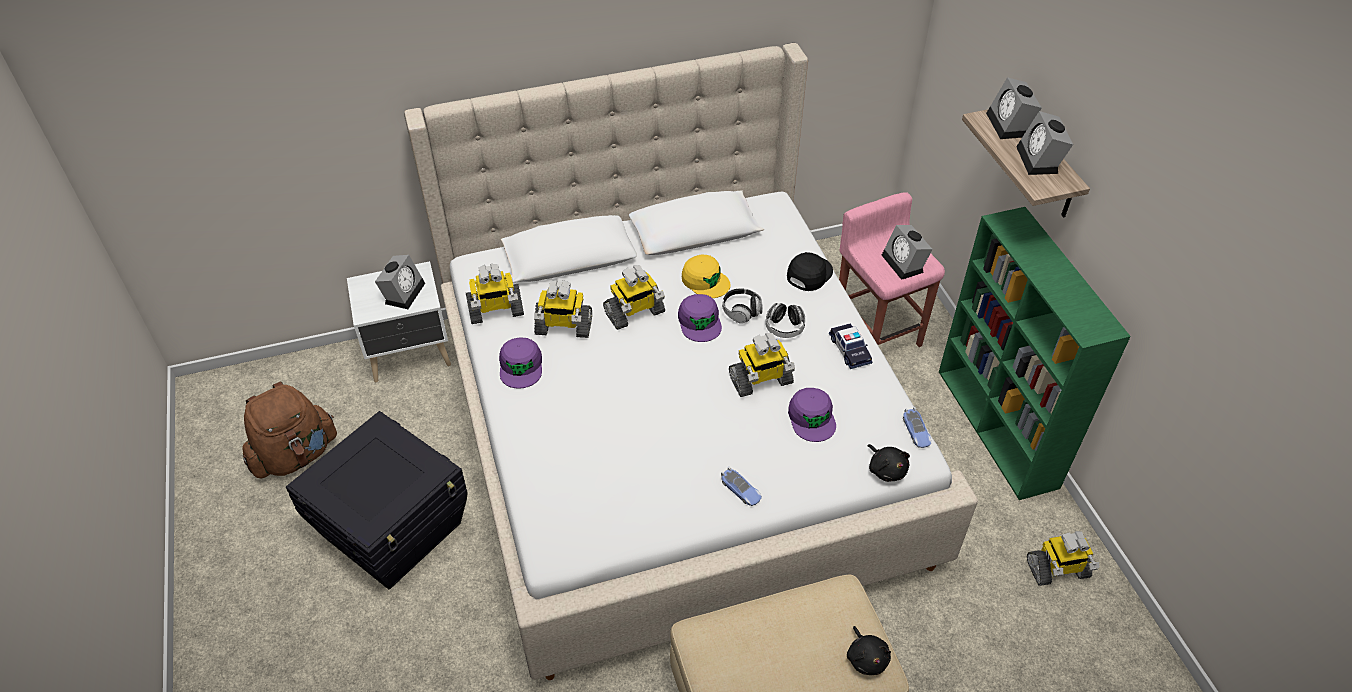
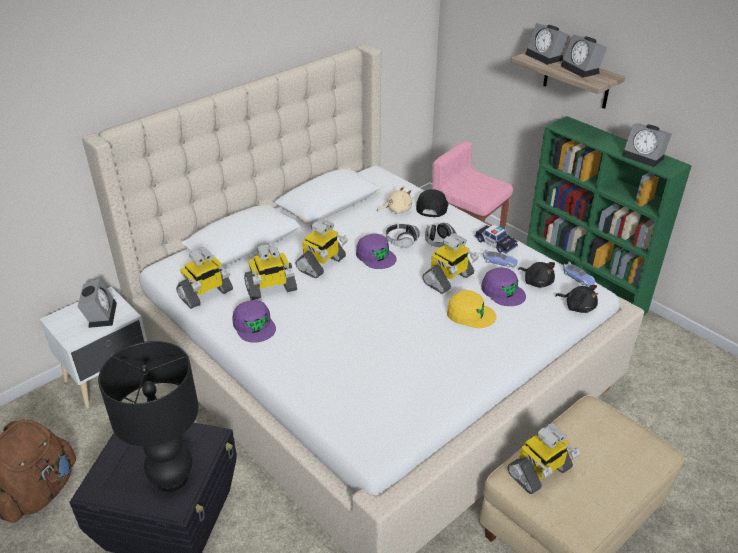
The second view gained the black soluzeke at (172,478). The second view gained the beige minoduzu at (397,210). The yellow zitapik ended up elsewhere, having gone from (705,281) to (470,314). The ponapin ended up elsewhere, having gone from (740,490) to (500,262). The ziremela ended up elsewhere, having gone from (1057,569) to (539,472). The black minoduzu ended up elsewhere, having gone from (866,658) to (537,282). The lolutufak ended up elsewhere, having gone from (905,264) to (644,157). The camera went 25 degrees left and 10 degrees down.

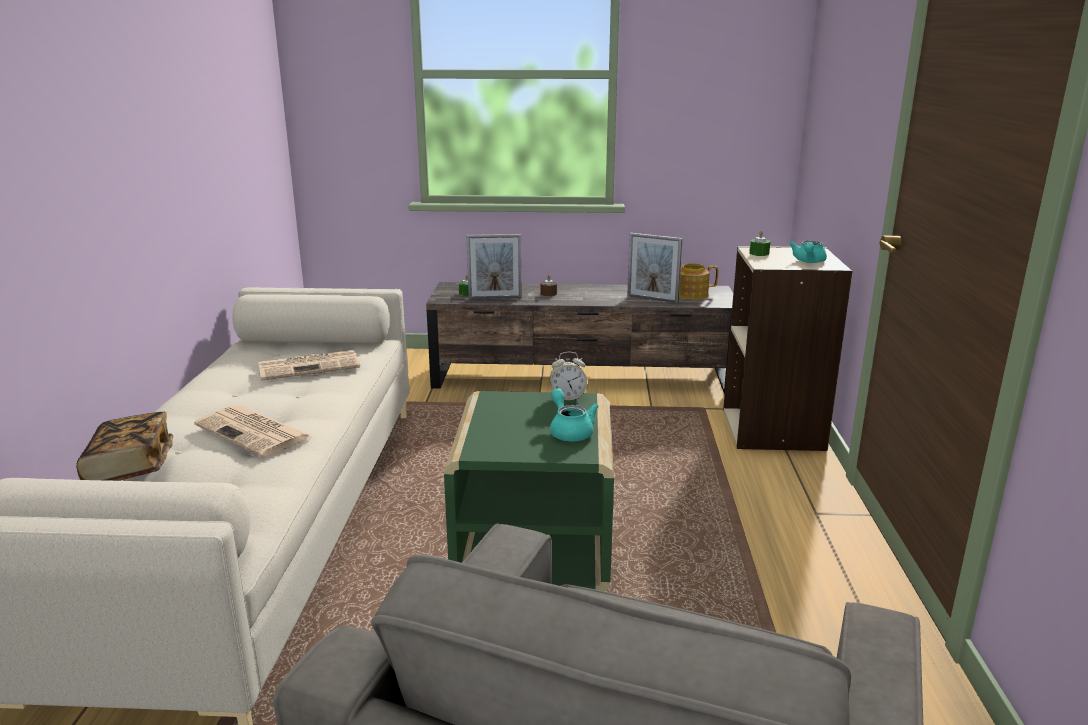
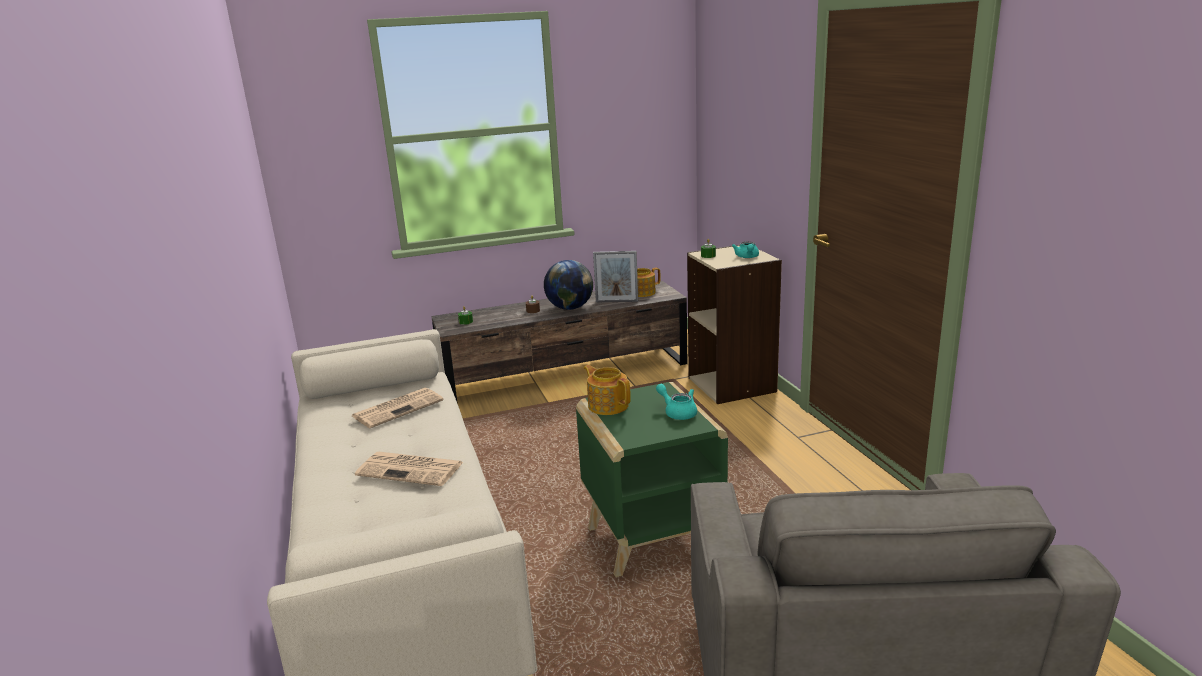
The second view gained the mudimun at (569,308). The second view gained the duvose at (608,405). The second view lost the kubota at (130,468). The second view lost the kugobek at (495,298). The second view lost the lolutufak at (567,397). The camera went 20 degrees left and 0 degrees up.

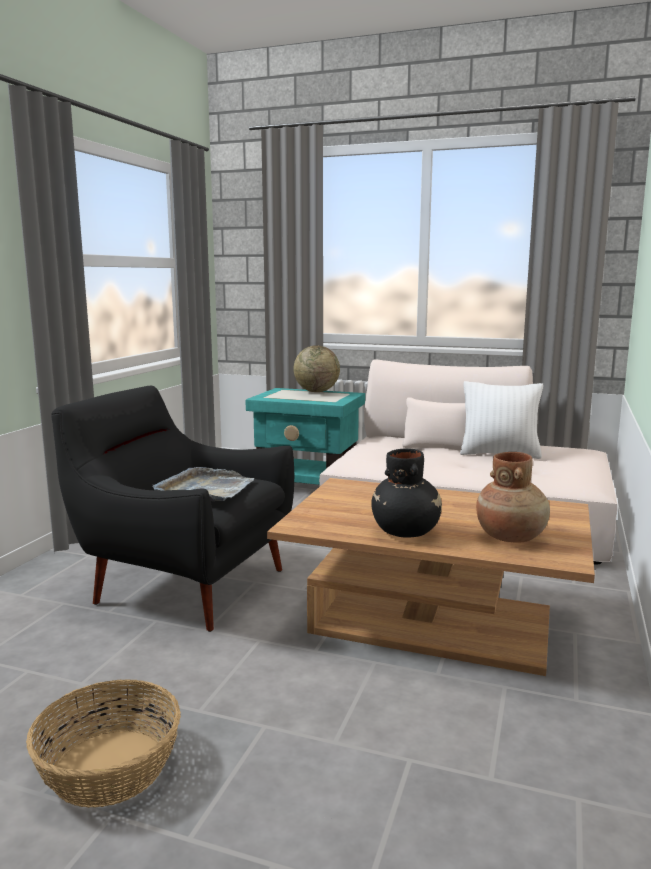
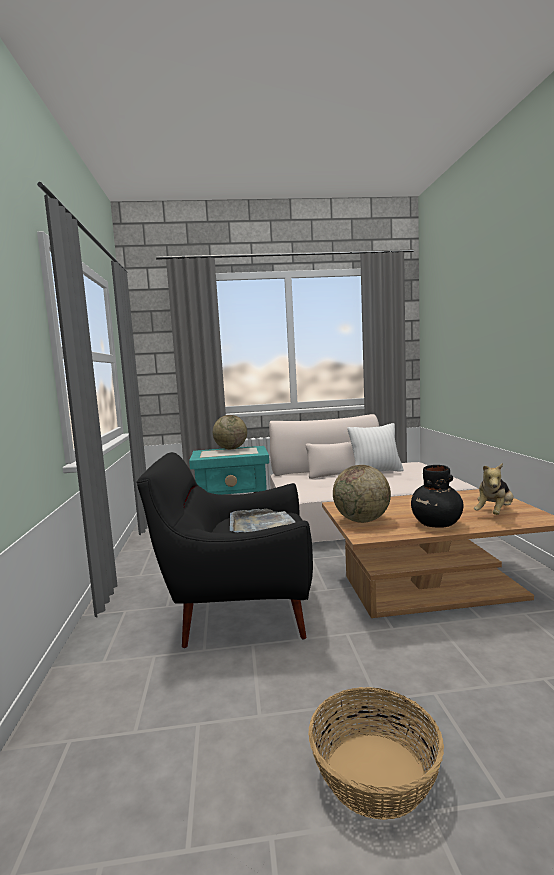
The second view gained the mudimun at (362,520). Where the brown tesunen stood at (511,537), the minoduzu came to stand at (494,513). The camera went 25 degrees left and 5 degrees down.

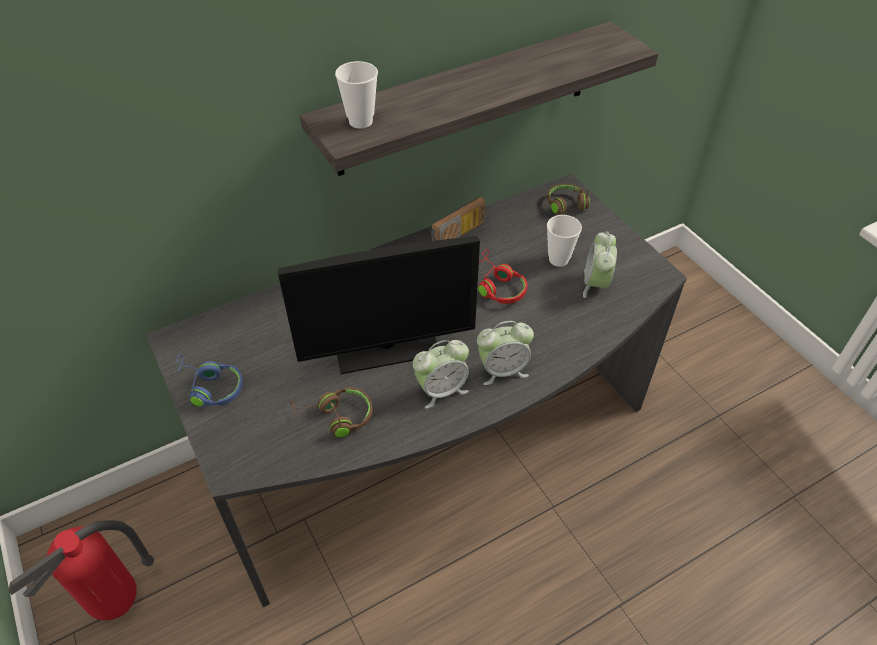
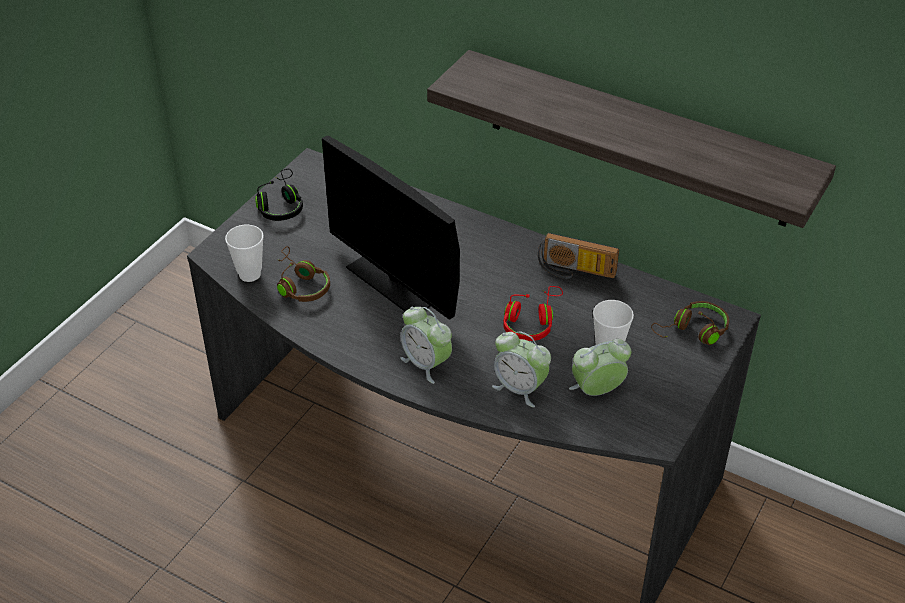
The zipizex ended up elsewhere, having gone from (360,121) to (250,274). What was the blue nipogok at (210,387) turned into the black nipogok at (280,205). The lolutufak ended up elsewhere, having gone from (441,390) to (520,388). The second view lost the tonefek at (118,604). The camera went 60 degrees right and 5 degrees down.

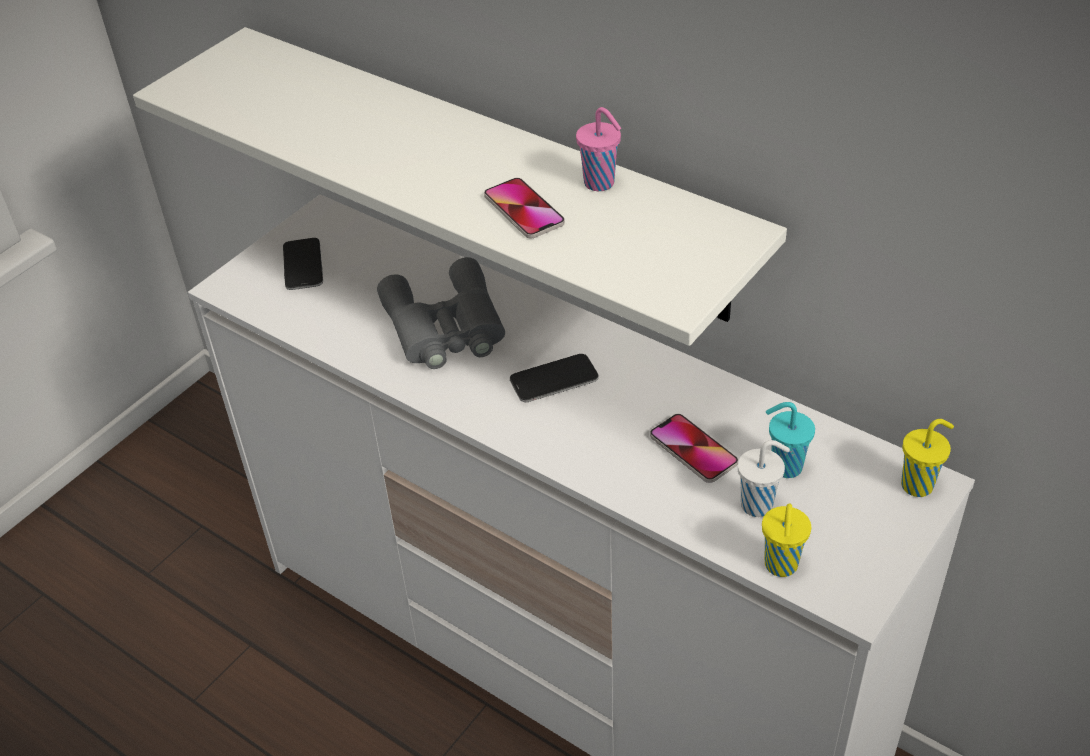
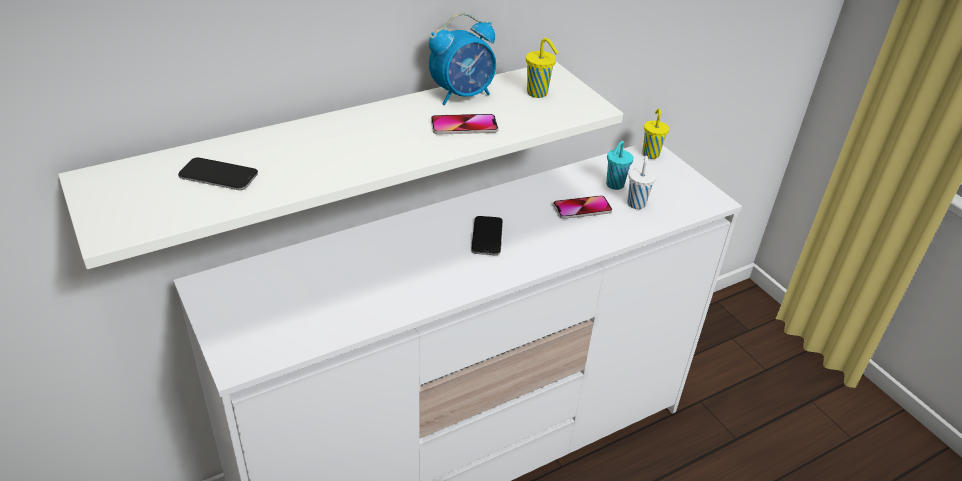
The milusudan ended up elsewhere, having gone from (303,265) to (218,175). Where the pink zipizex stood at (601,184), the lolutufak came to stand at (462,95). The yellow zipizex ended up elsewhere, having gone from (781,566) to (538,93). The second view lost the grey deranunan at (445,328). The camera went 70 degrees left and 5 degrees down.

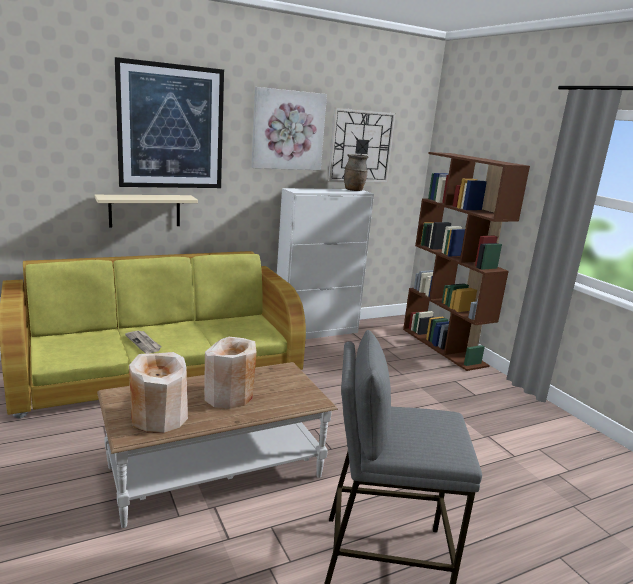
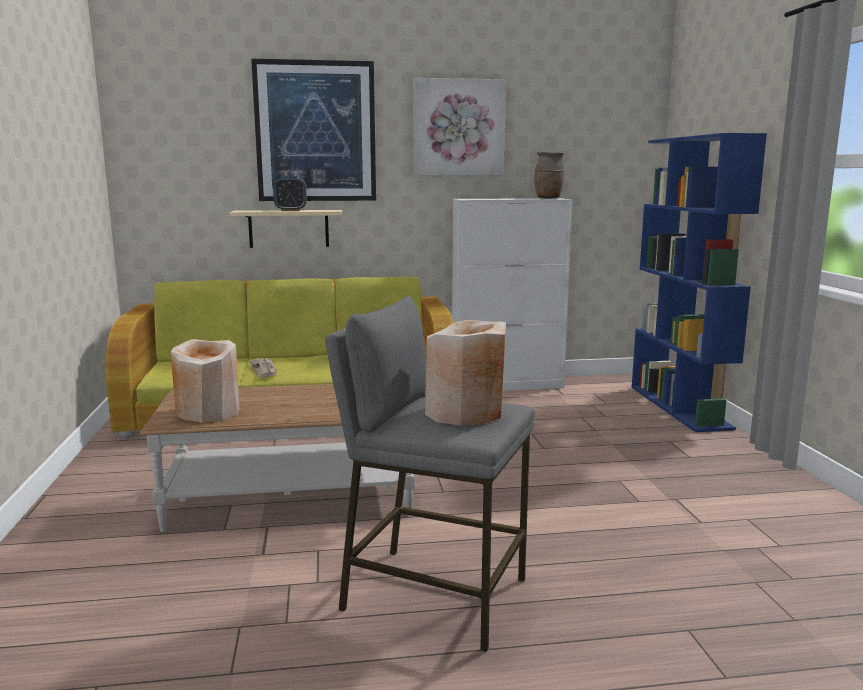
The second view gained the lolutufak at (290,210). The beige tesunen ended up elsewhere, having gone from (229,396) to (465,412). What was the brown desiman at (444,347) turned into the blue desiman at (680,407). The second view lost the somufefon at (361,146). The camera went 20 degrees right and 5 degrees down.

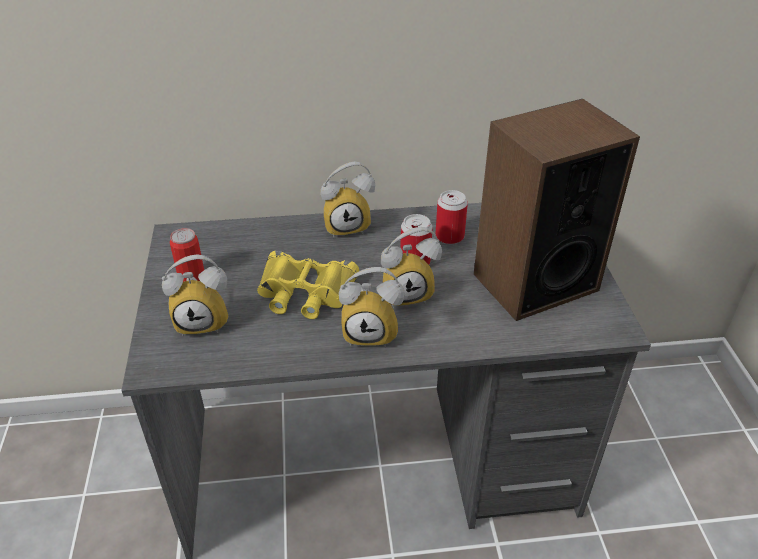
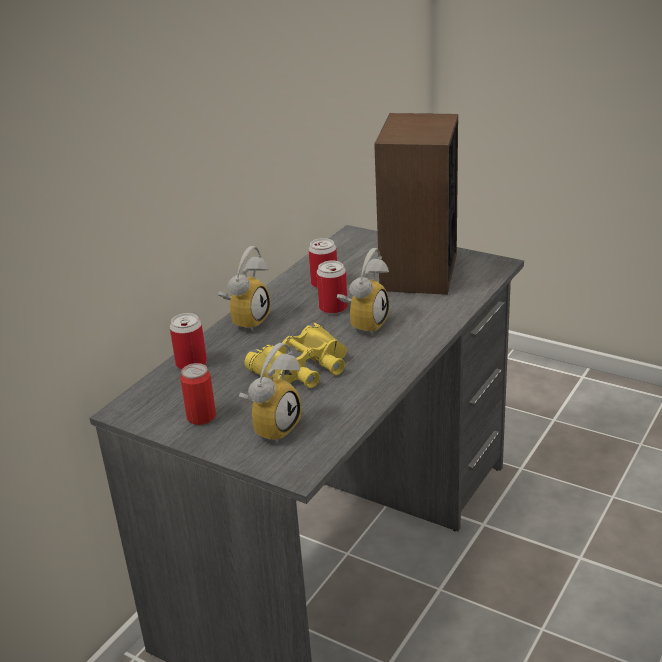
The second view gained the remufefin at (191,363). The second view lost the lolutufak at (372,332). The camera went 50 degrees left and 10 degrees down.

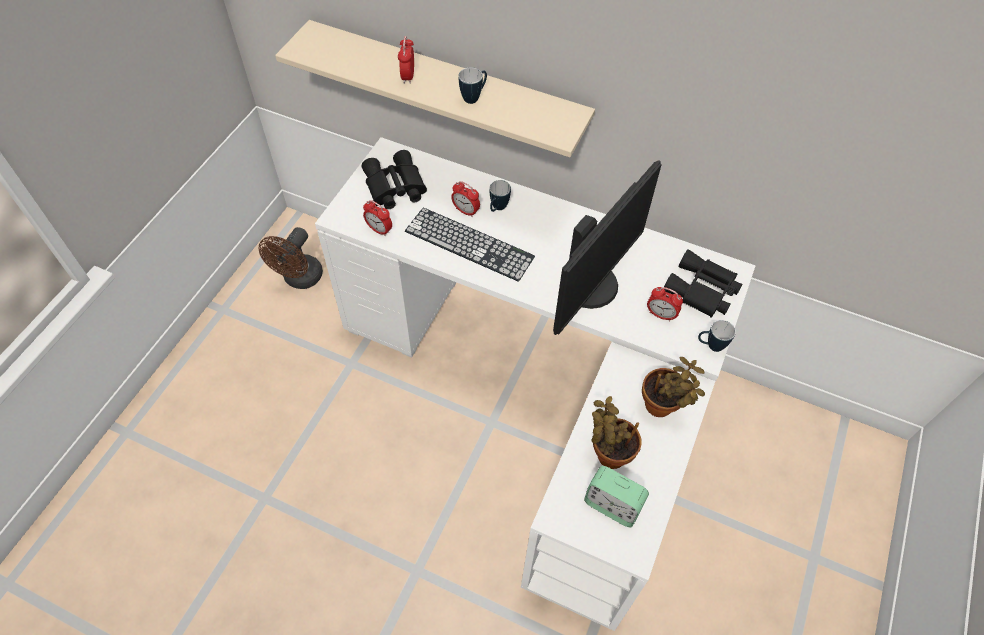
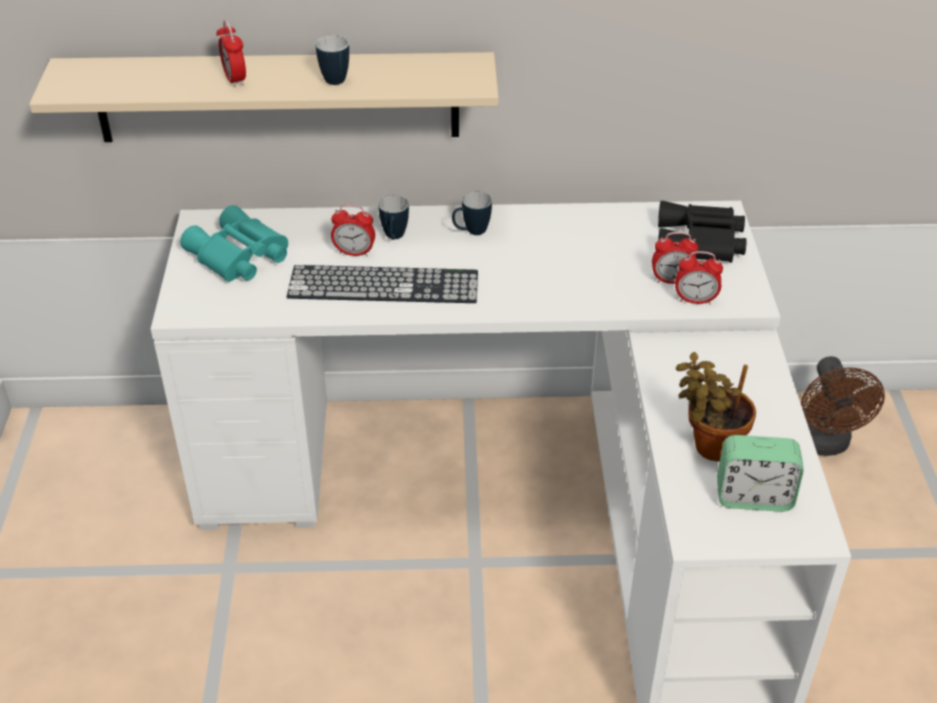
What was the black deranunan at (394,187) turned into the turquoise deranunan at (238,257). The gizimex ended up elsewhere, having gone from (710,346) to (471,232). The lolutufak ended up elsewhere, having gone from (379,230) to (695,300). The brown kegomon ended up elsewhere, having gone from (300,279) to (822,444). The second view lost the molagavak at (592,286). The second view lost the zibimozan at (662,406). The camera went 25 degrees left and 15 degrees down.

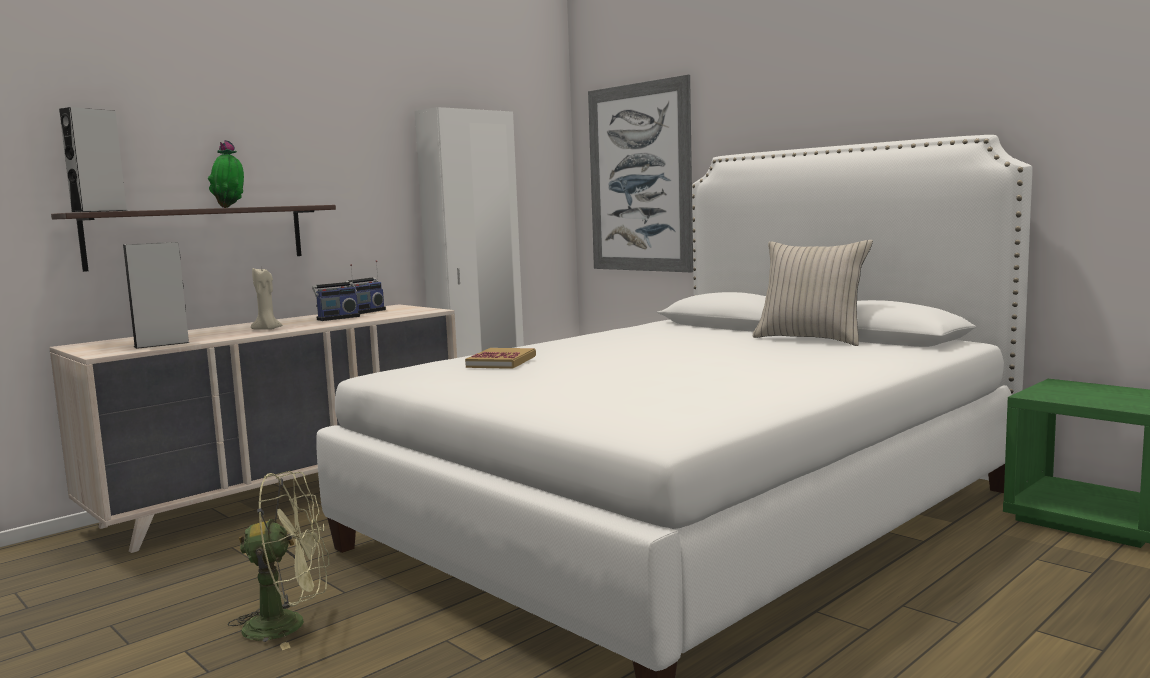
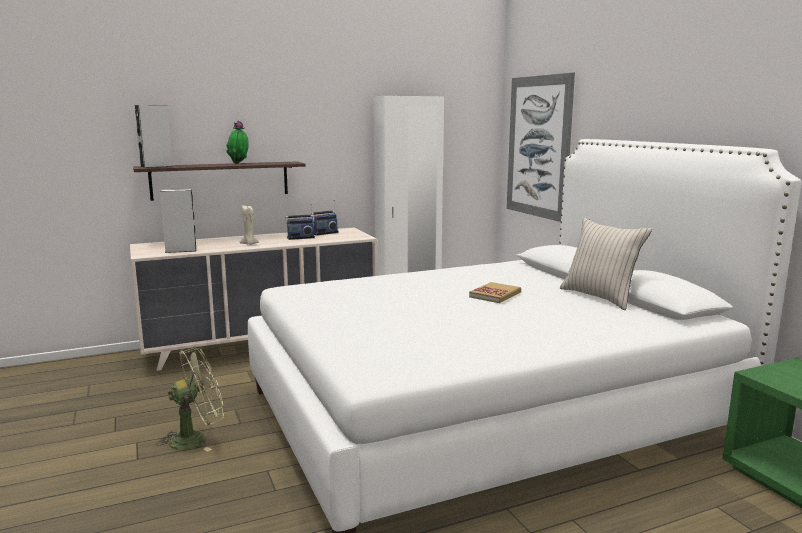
The green kegomon at (288,625) ended up facing another way, 45 degrees counterclockwise from before. The kubota ended up elsewhere, having gone from (501,362) to (495,295). The camera went 20 degrees right and 5 degrees up.

